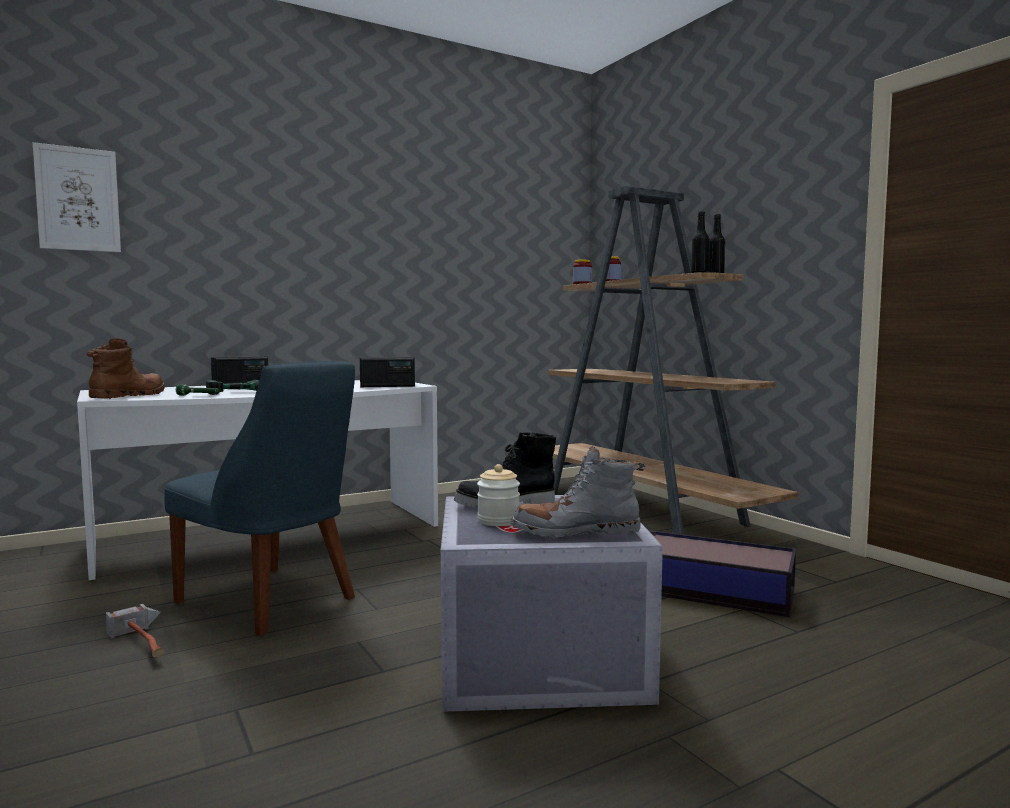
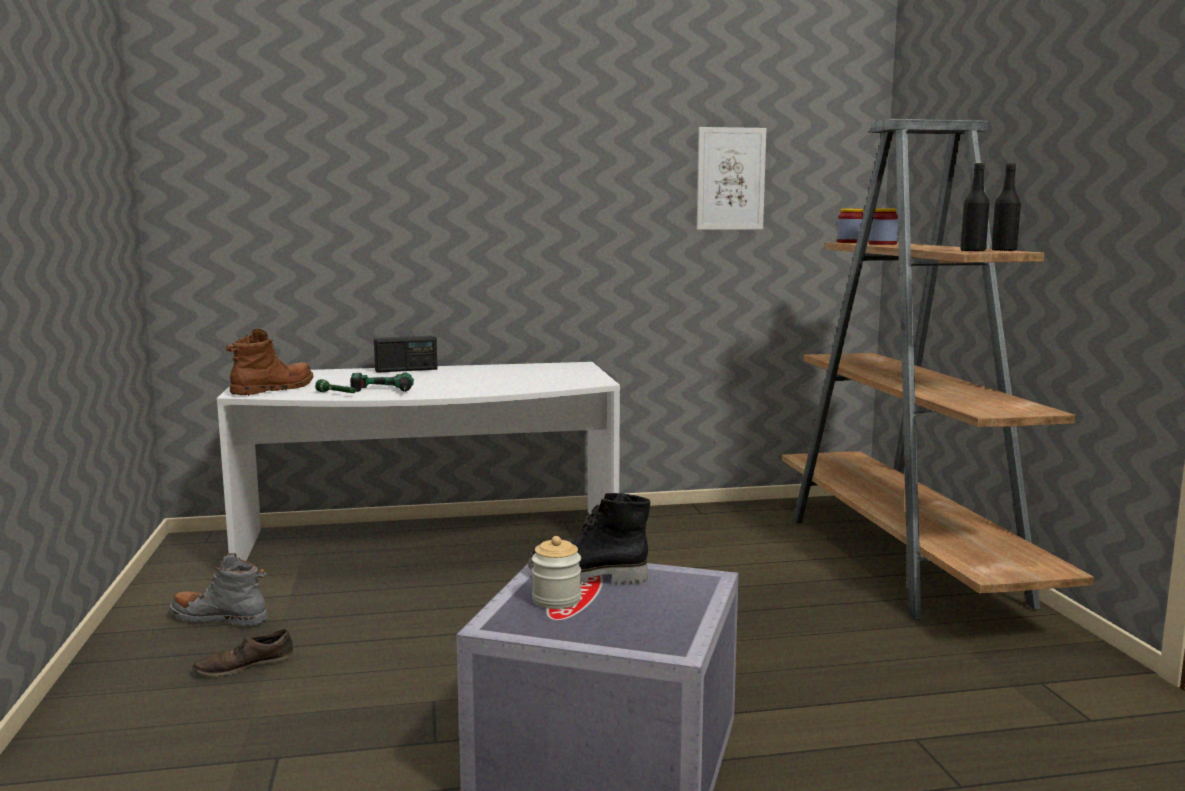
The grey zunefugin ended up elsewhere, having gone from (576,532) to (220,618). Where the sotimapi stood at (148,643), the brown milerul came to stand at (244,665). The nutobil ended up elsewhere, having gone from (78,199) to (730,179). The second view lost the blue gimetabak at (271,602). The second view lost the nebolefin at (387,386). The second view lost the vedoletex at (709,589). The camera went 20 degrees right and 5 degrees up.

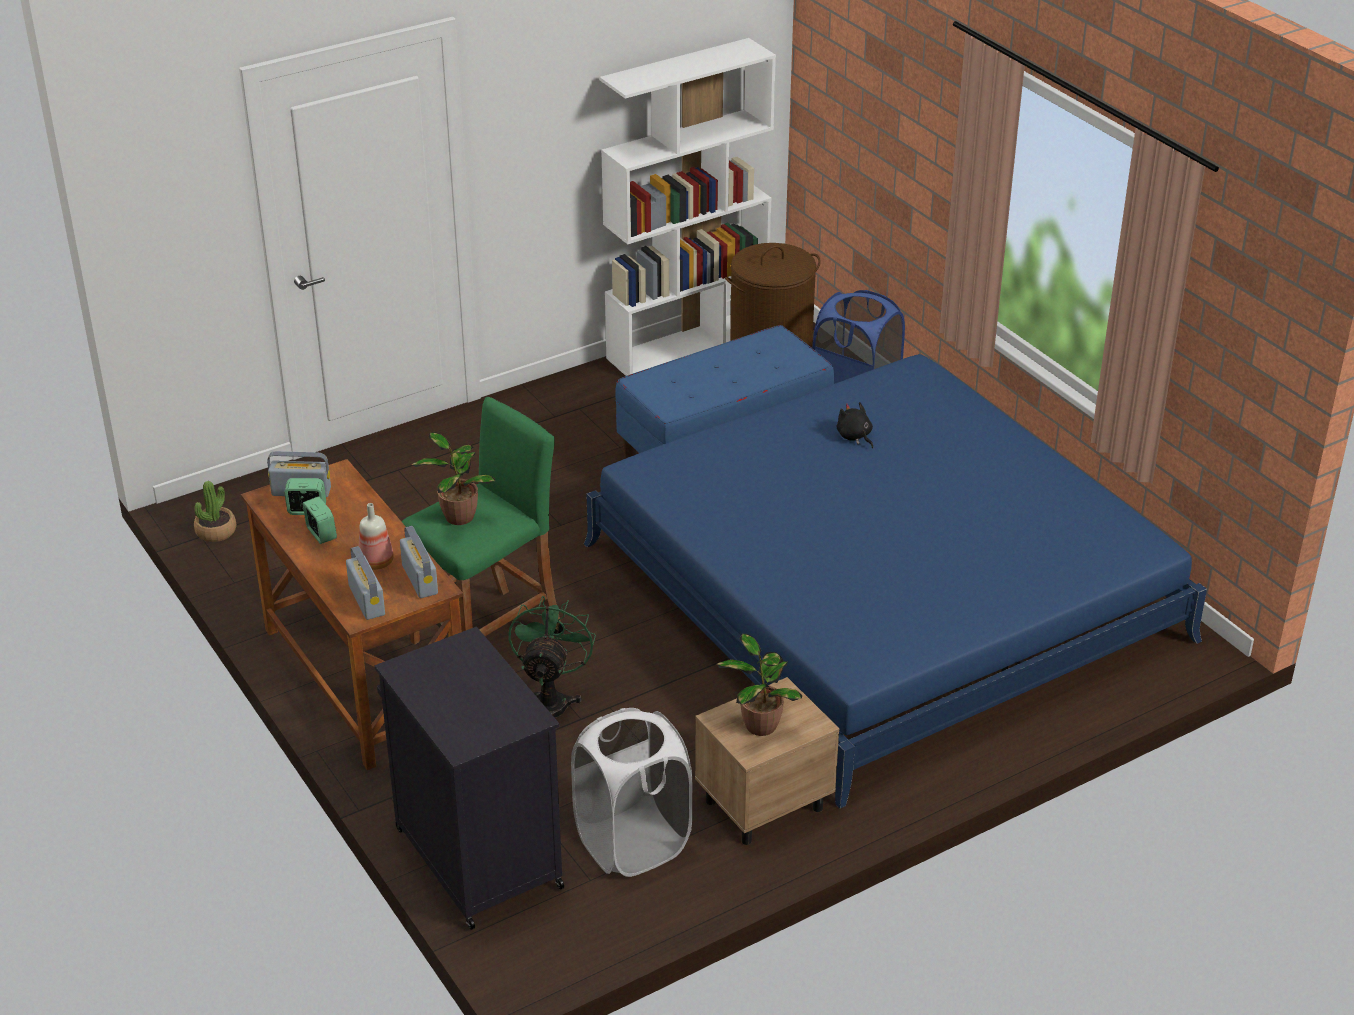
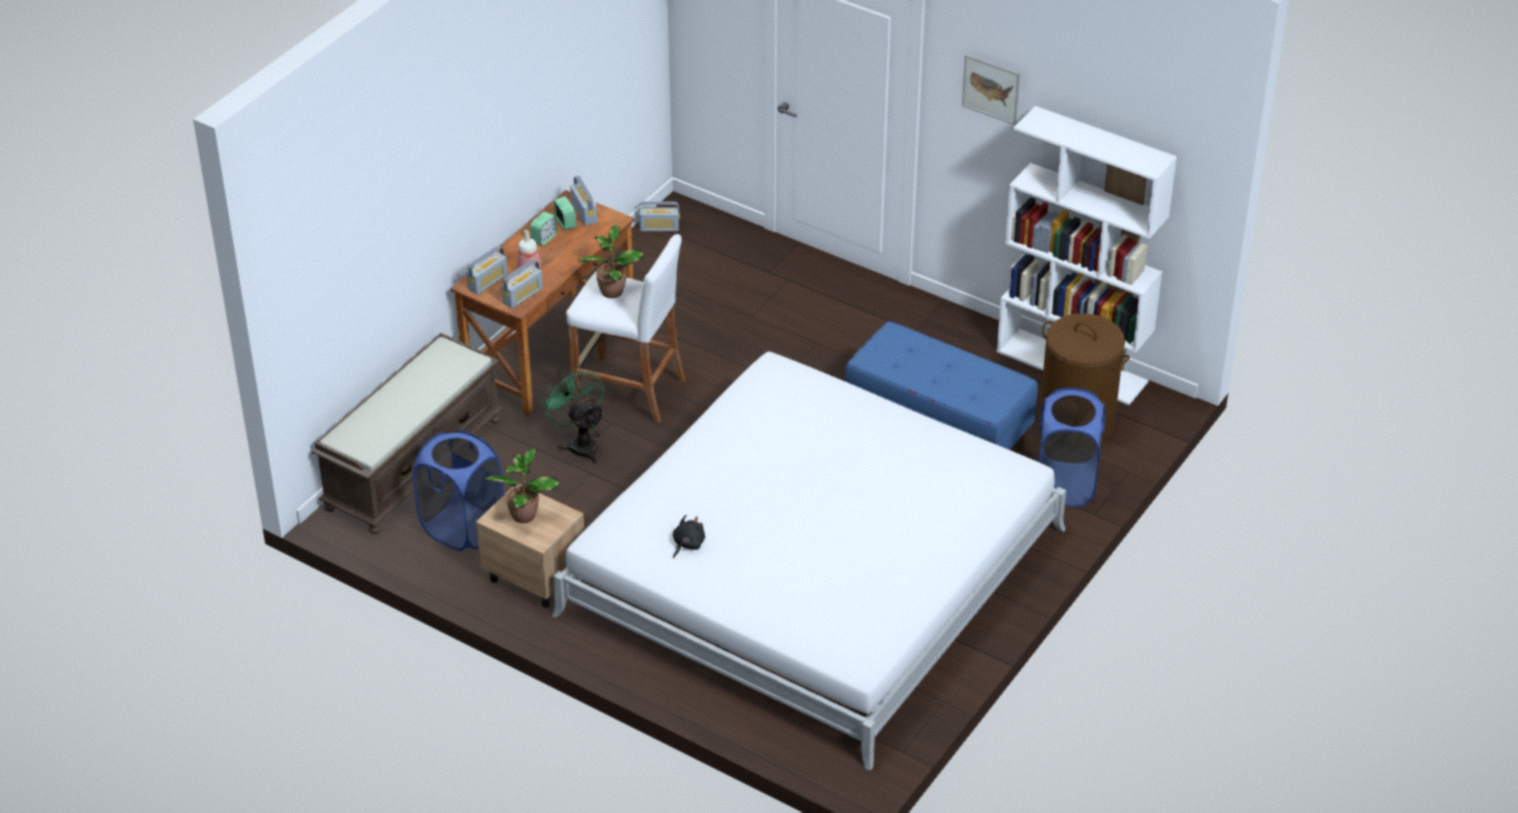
Where the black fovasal stood at (476,856), the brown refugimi came to stand at (413,462). What was the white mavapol at (632,843) turned into the blue mavapol at (462,528). The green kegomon at (551,701) ended up facing another way, 105 degrees counterclockwise from before. What was the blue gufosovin at (883,590) turned into the white gufosovin at (814,571). What was the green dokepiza at (487,636) turned into the white dokepiza at (629,391). Where the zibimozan stood at (216,531), the nebolefin came to stand at (659,227). The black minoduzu ended up elsewhere, having gone from (855,437) to (687,544). The second view gained the nutobil at (991,88). The camera went 65 degrees right and 5 degrees up.

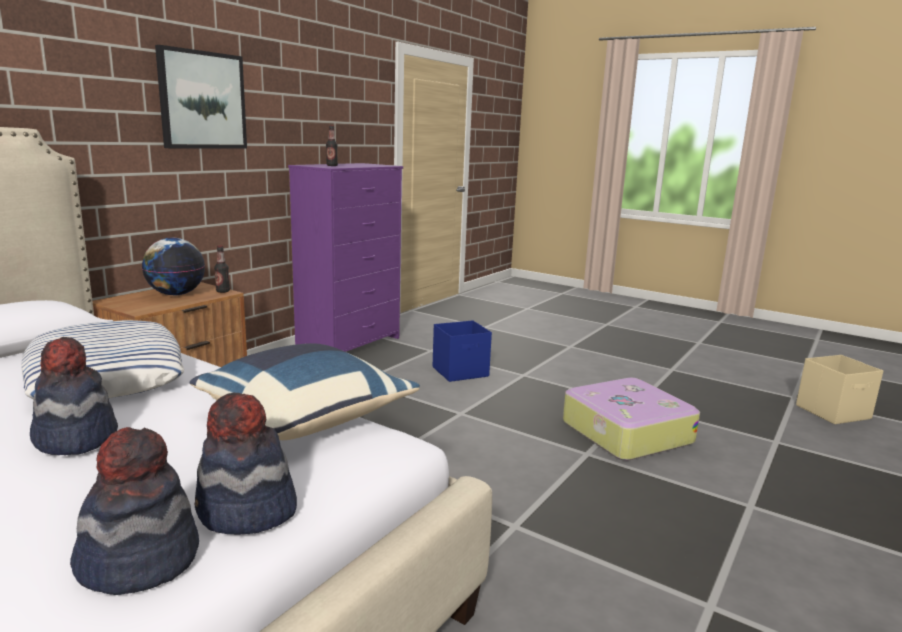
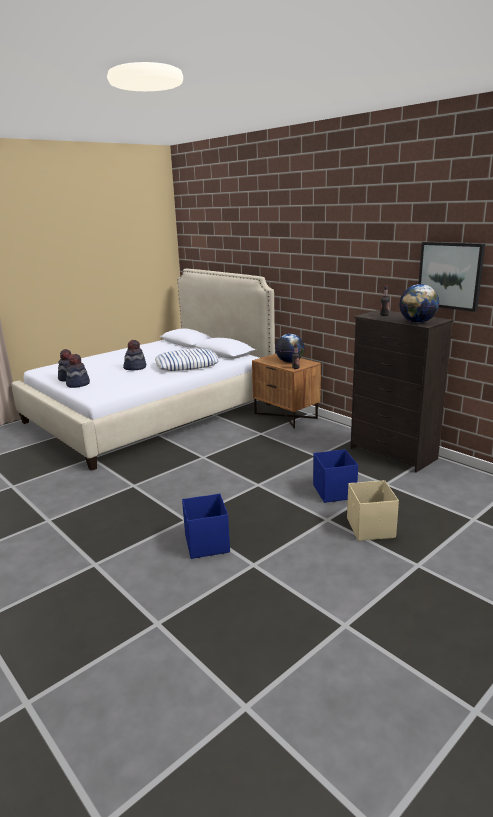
Where the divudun stood at (624,432), the blue vedoletex came to stand at (207,543). The beige vedoletex ended up elsewhere, having gone from (834,412) to (370,528). What was the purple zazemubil at (350,344) turned into the black zazemubil at (393,454). The second view gained the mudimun at (417,322). The nutobil ended up elsewhere, having gone from (202,100) to (450,275). The second view lost the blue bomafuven at (304,418). The camera went 105 degrees right and 5 degrees up.

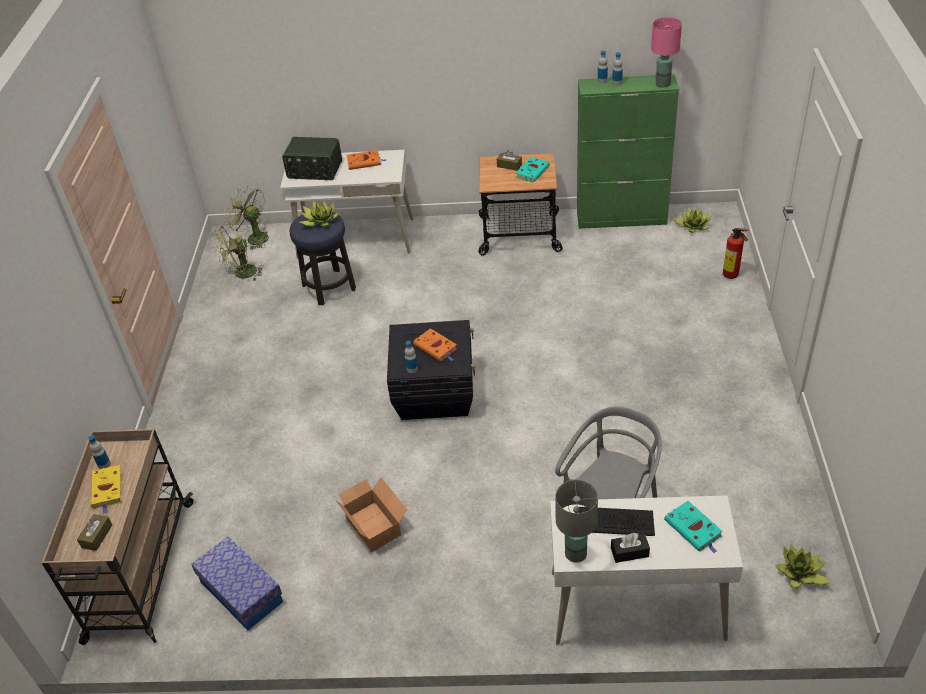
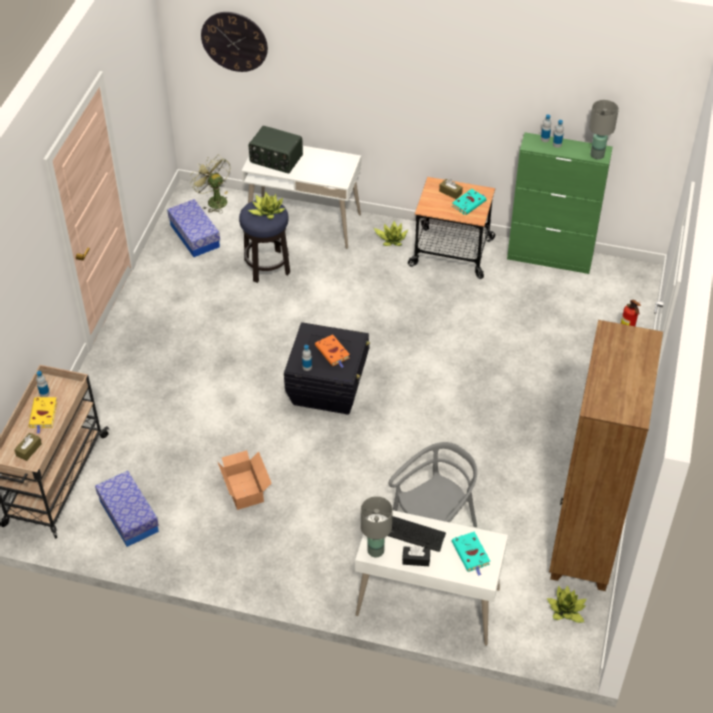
Where the green kegomon stood at (242,275), the vedoletex came to stand at (195,236). The second view gained the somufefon at (234,41). The zibimozan ended up elsewhere, having gone from (692,226) to (391,239). The second view gained the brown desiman at (584,540). What was the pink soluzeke at (662,84) turned into the grey soluzeke at (597,155). The second view lost the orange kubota at (365,162). The camera went 10 degrees right and 5 degrees up.

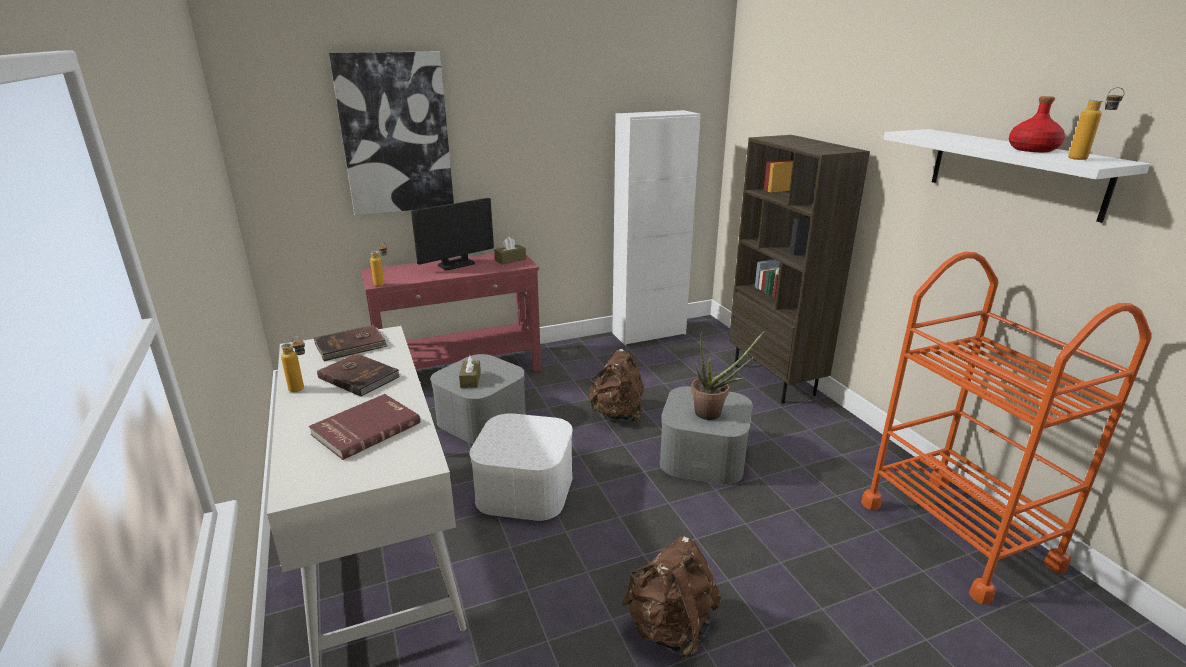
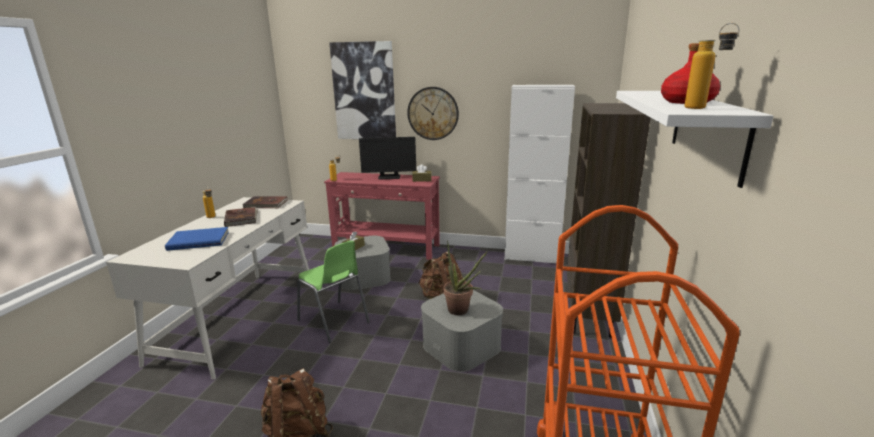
What was the red kubota at (365,428) turned into the blue kubota at (199,240). Where the white vedoletex stood at (525,489), the green gimetabak came to stand at (334,322). The second view gained the somufefon at (433,113). The camera went 35 degrees right and 5 degrees down.

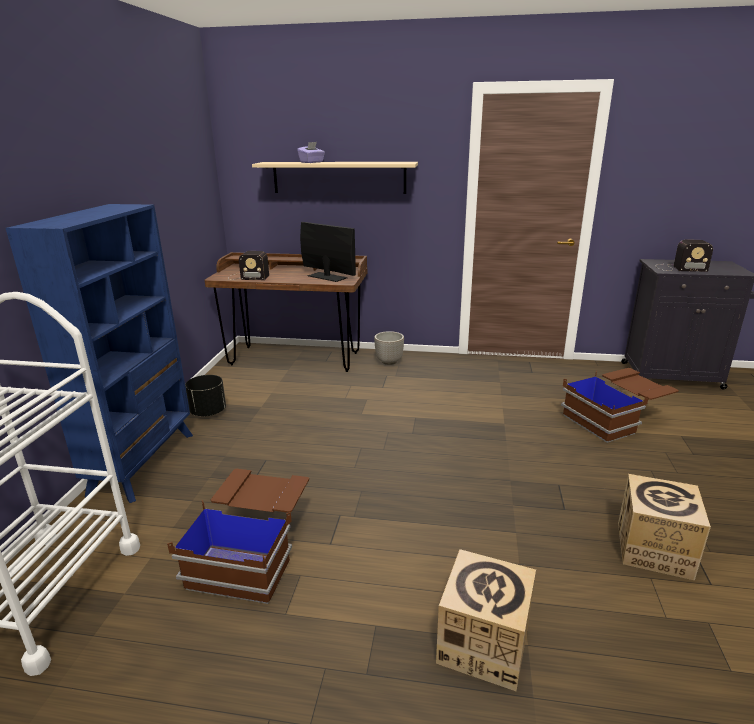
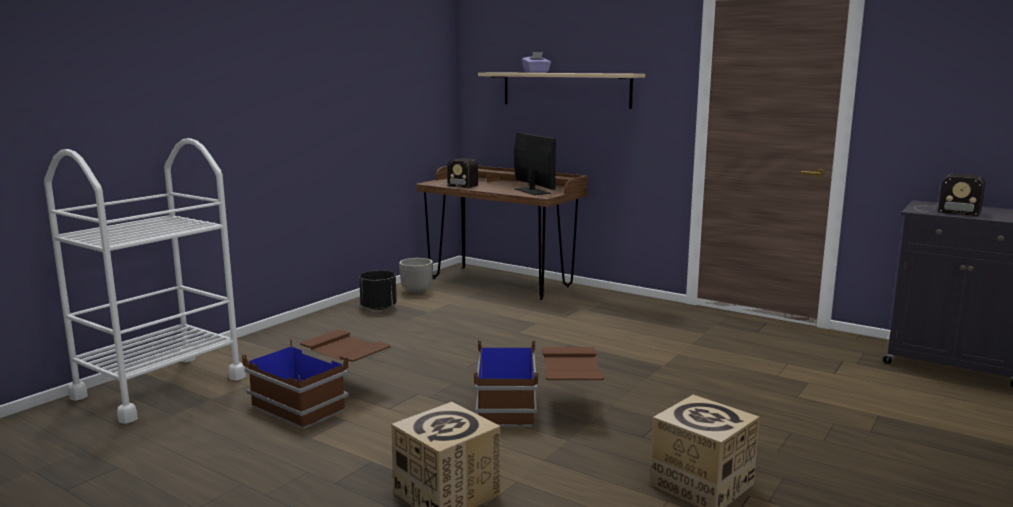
The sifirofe ended up elsewhere, having gone from (389,361) to (417,292). The brown vedoletex ended up elsewhere, having gone from (615,419) to (537,408). The second view lost the blue desiman at (144,463). The camera went 25 degrees right and 10 degrees down.

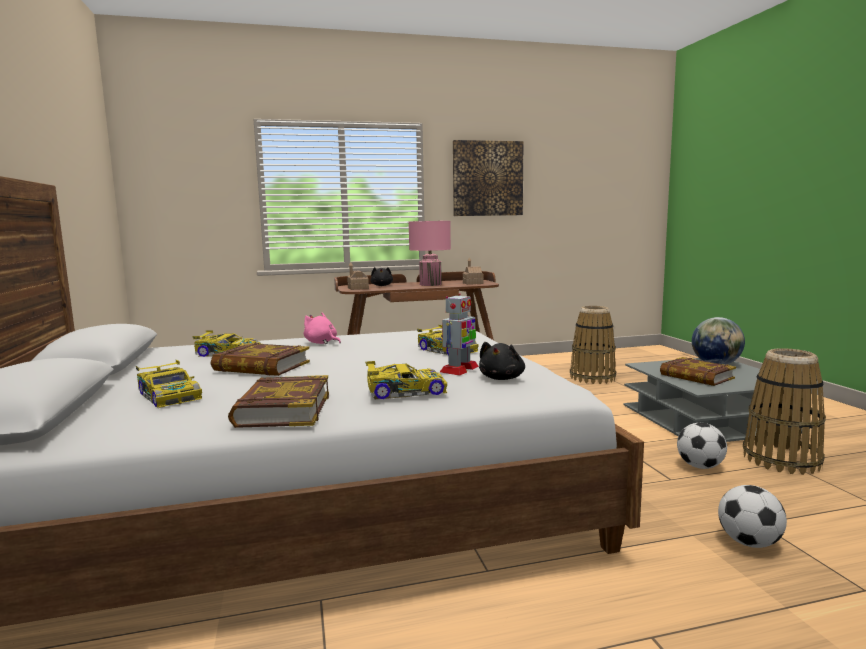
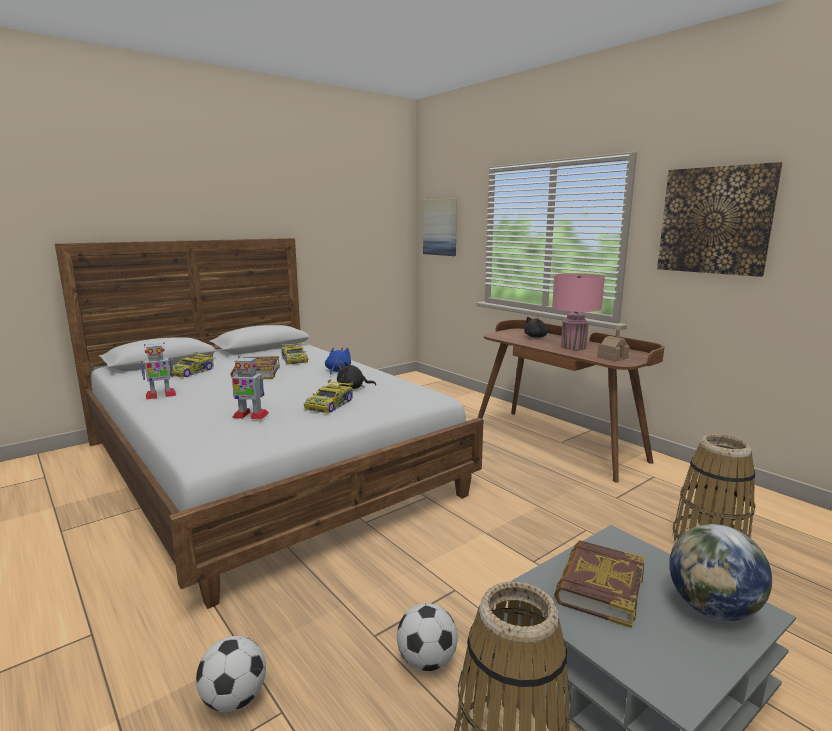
Where the kubota stood at (283,410), the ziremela came to stand at (160,395). What was the pink minoduzu at (322,343) turned into the blue minoduzu at (337,371). The black minoduzu ended up elsewhere, having gone from (502,378) to (353,388). The second view gained the nutobil at (440,227). The second view lost the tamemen at (358,288). The second view lost the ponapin at (404,391). The camera went 65 degrees right and 5 degrees up.

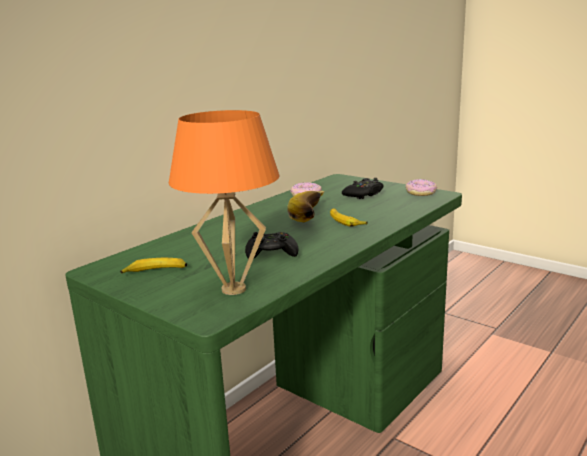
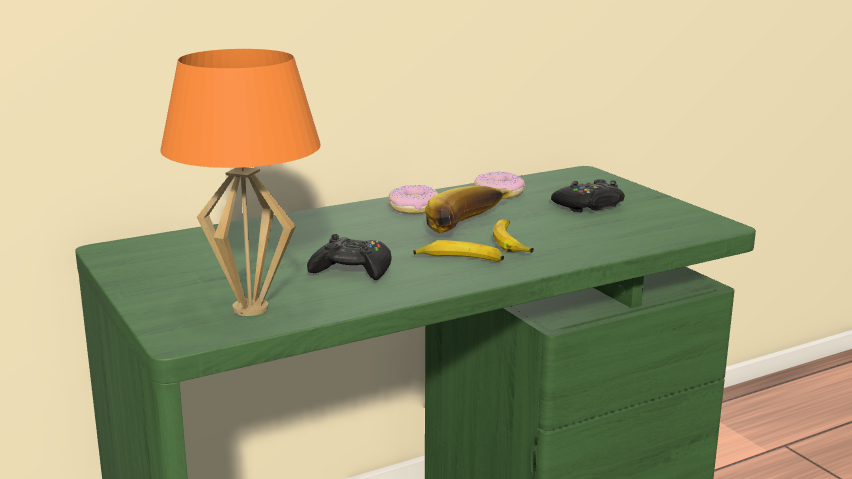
The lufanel ended up elsewhere, having gone from (421,192) to (414,208). The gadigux ended up elsewhere, having gone from (155,271) to (460,260). The camera went 20 degrees right and 0 degrees up.

